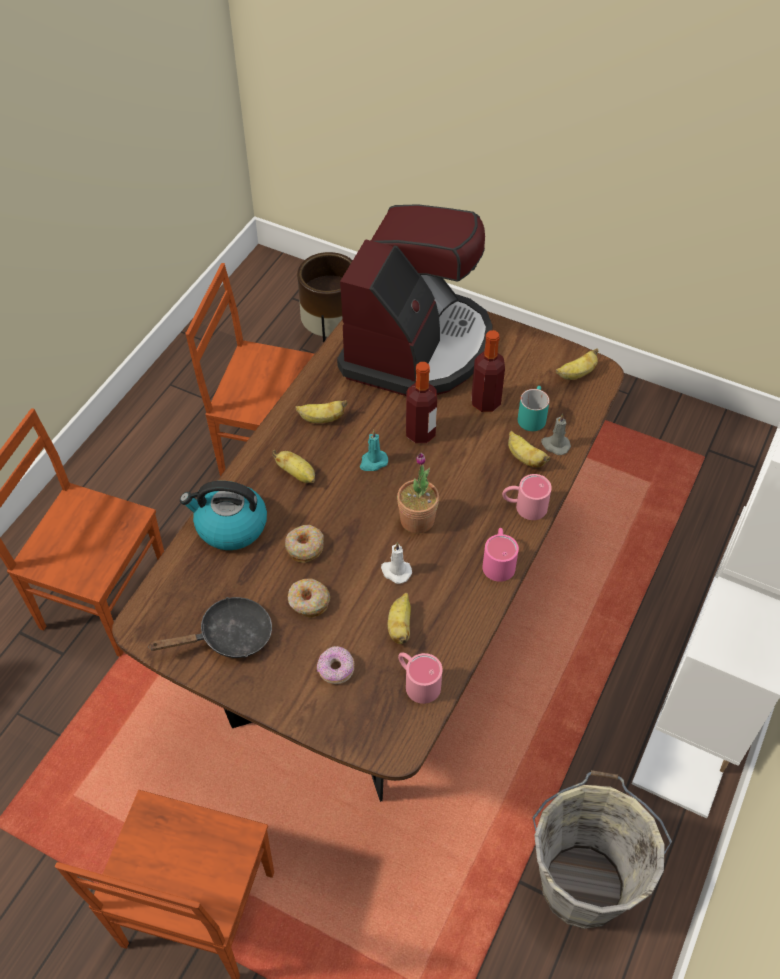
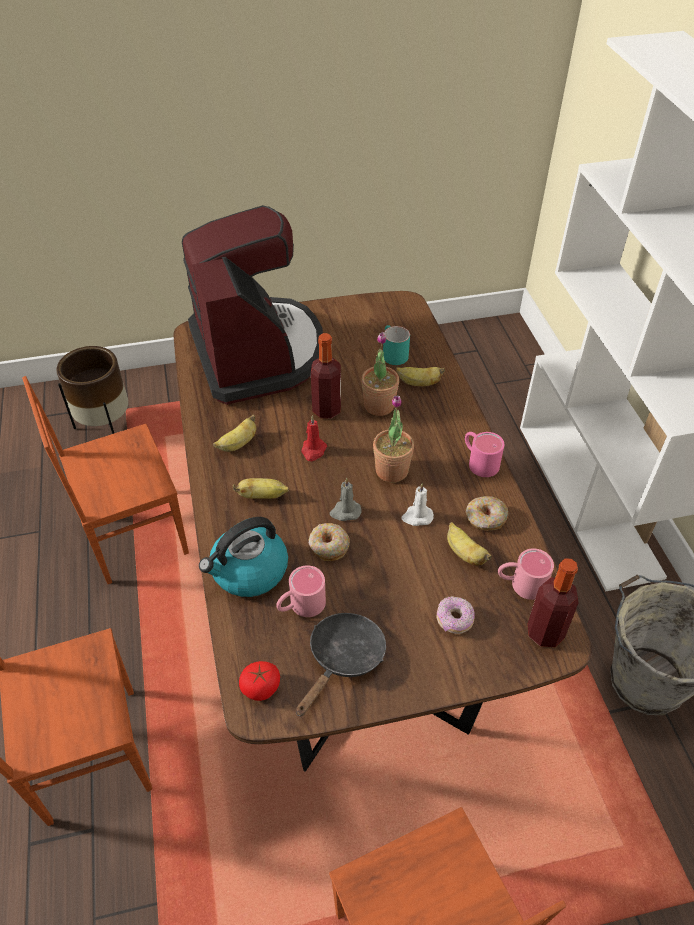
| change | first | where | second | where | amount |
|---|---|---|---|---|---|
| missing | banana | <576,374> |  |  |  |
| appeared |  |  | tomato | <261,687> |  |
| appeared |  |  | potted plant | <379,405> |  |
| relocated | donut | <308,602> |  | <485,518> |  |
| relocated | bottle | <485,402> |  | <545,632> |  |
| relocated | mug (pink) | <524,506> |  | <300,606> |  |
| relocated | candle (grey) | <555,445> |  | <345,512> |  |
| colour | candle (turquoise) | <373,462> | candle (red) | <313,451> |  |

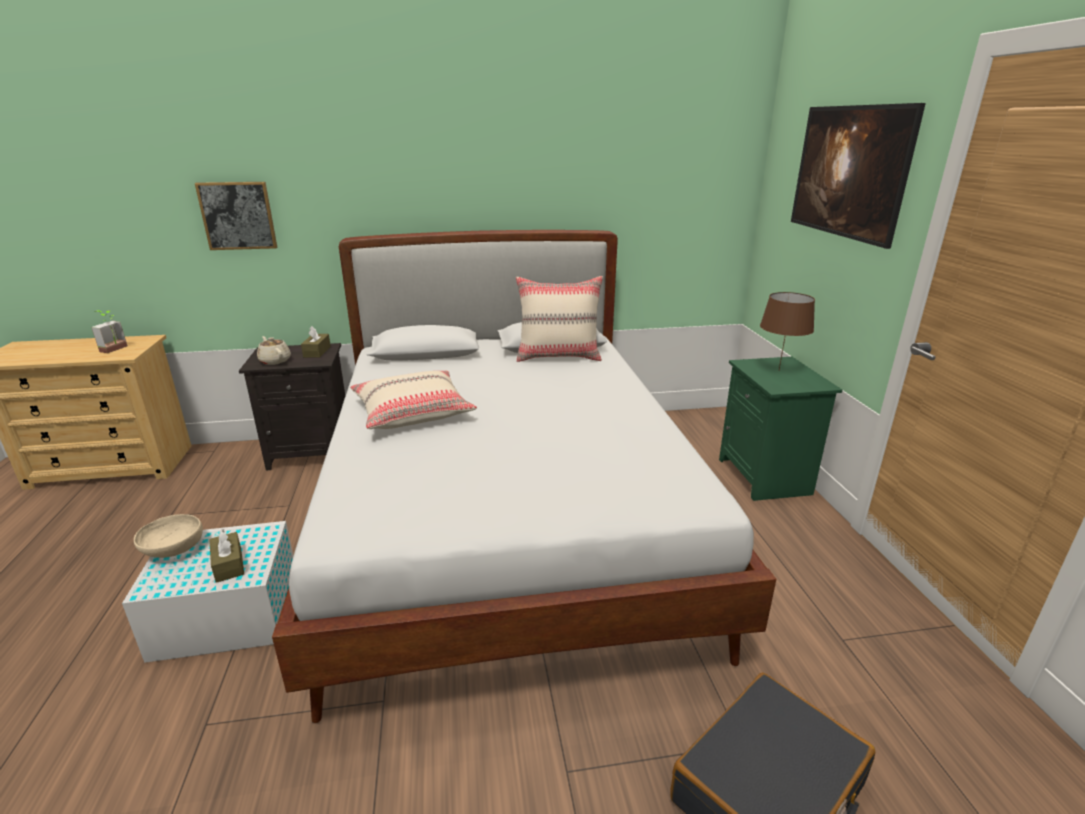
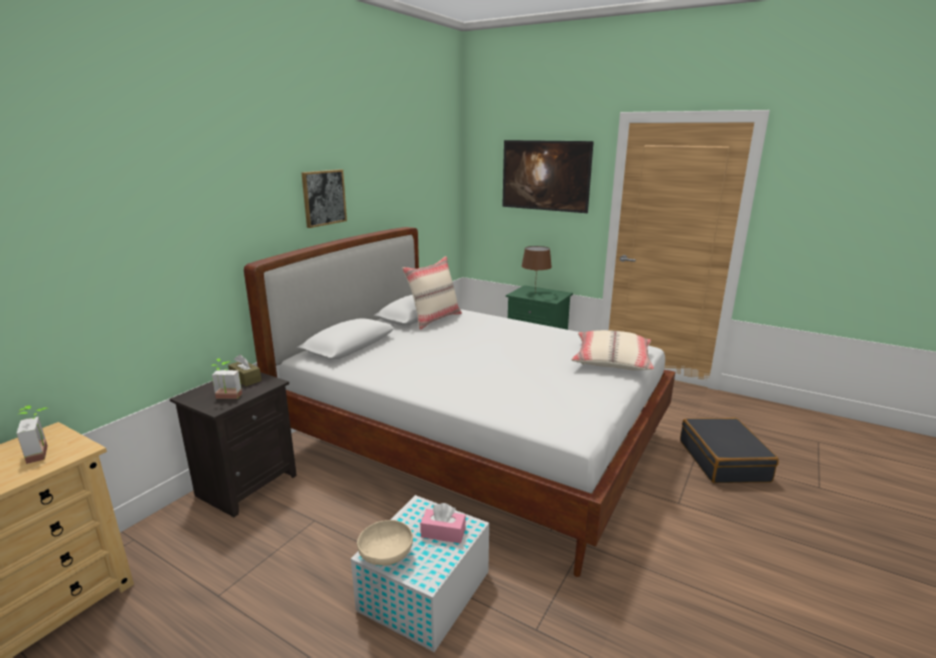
| change | first | where | second | where | amount |
|---|---|---|---|---|---|
| relocated | picture | <238,216> |  | <324,197> |  |
| relocated | pillow (beige) | <413,412> |  | <611,360> |  |
| exchanged | teapot (beige) | <275,361> | potted plant | <227,398> |  |
| colour | tissue box (brown) | <229,564> | tissue box (pink) | <443,533> |  |

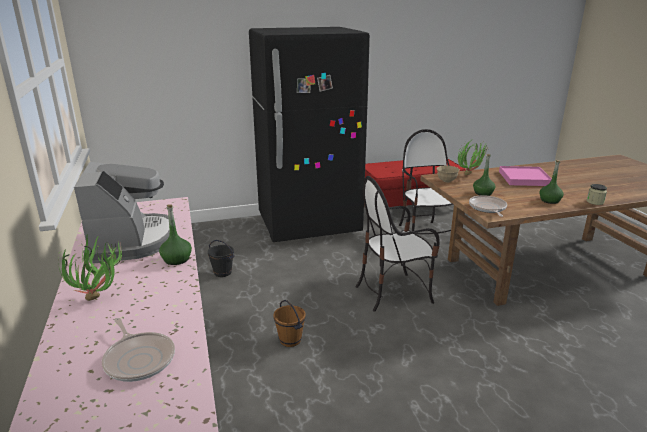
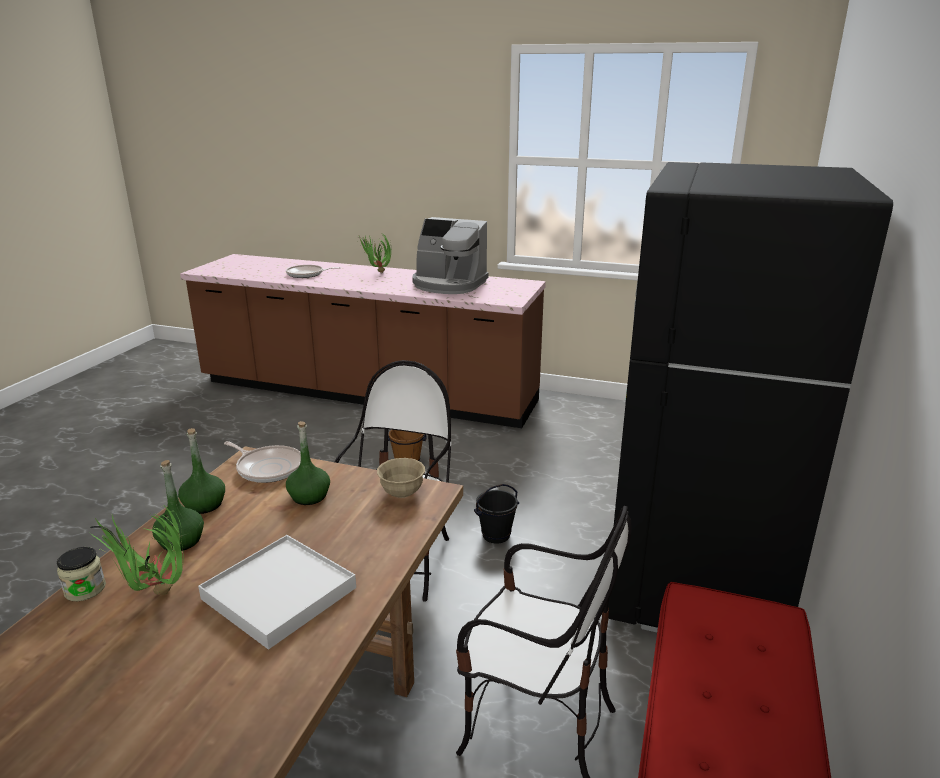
| change | first | where | second | where | amount |
|---|---|---|---|---|---|
| relocated | bottle (green) | <176,259> |  | <204,505> |  |
| relocated | bucket (black) | <223,272> |  | <496,535> |  |
| relocated | potted plant | <471,175> |  | <155,599> |  |
| colour | tray (pink) | <524,178> | tray (white) | <278,593> |  |

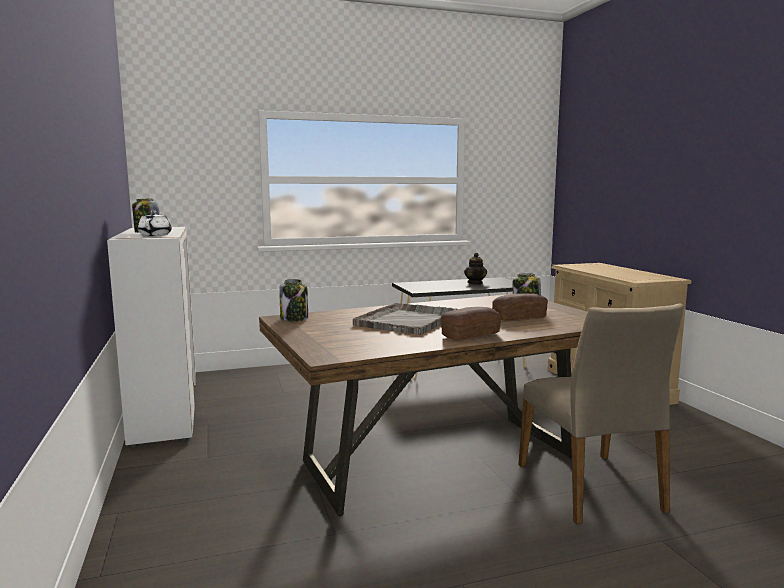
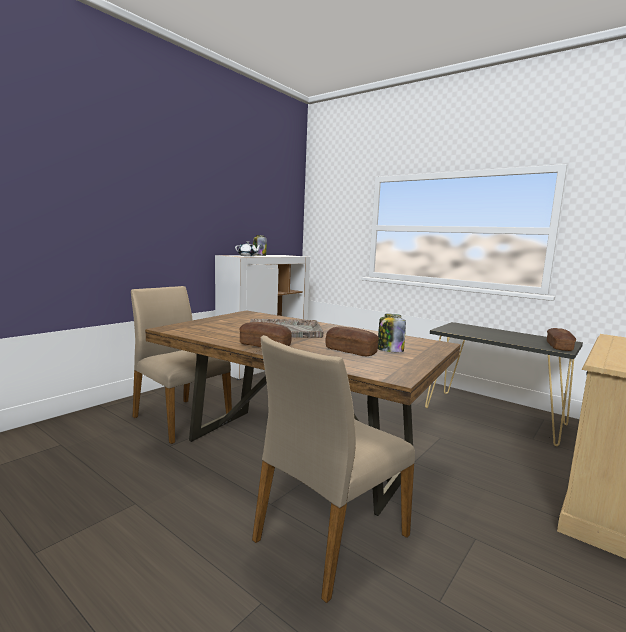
| change | first | where | second | where | amount |
|---|---|---|---|---|---|
| missing | jar | <294,318> |  |  |  |
| missing | teapot | <475,283> |  |  |  |
| appeared |  |  | chair (beige) | <180,418> |  |
| appeared |  |  | bread | <559,346> |  |

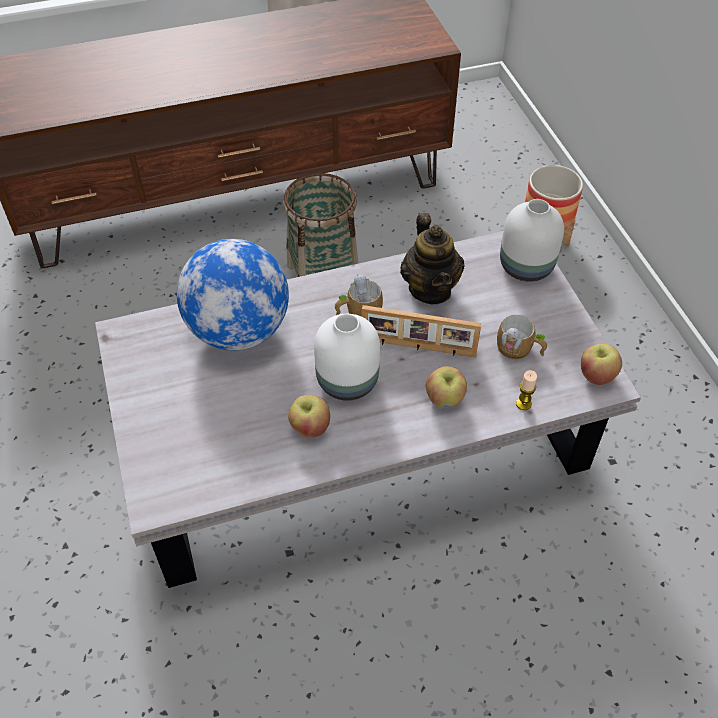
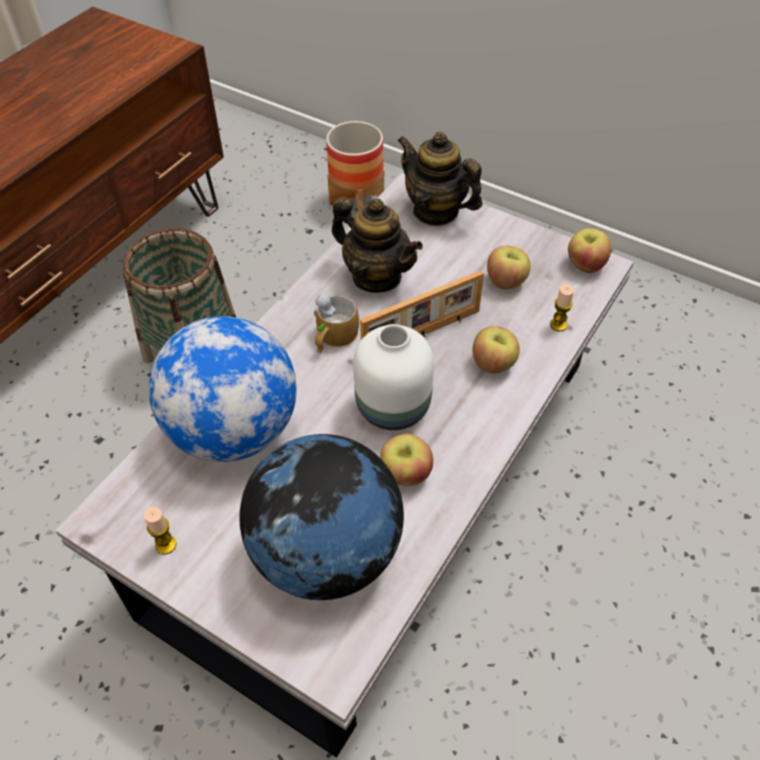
| change | first | where | second | where | amount |
|---|---|---|---|---|---|
| appeared |  |  | candle | <166,545> |  |
| appeared |  |  | globe | <326,554> |  |
| exchanged | mug | <519,349> | apple | <506,282> |  |
| exchanged | vase (white) | <525,268> | teapot | <436,211> |  |

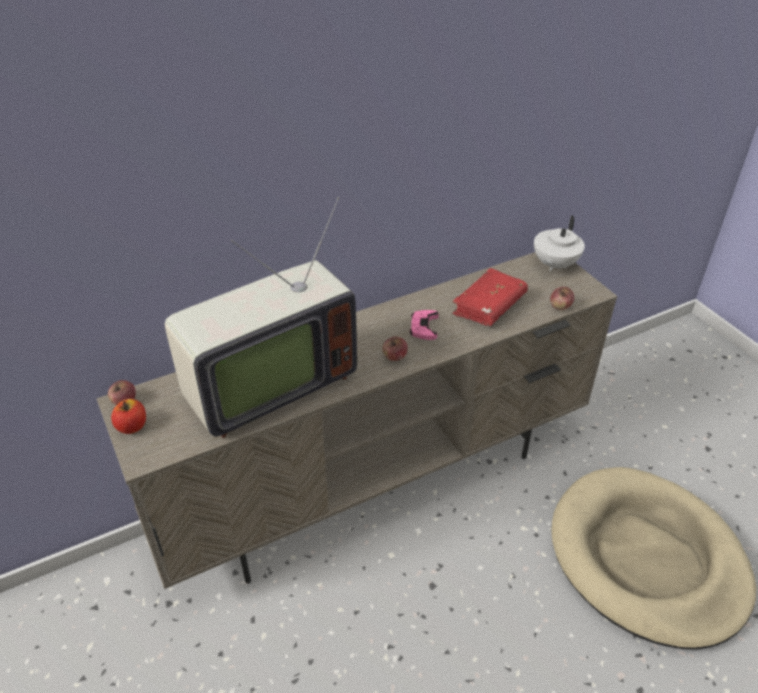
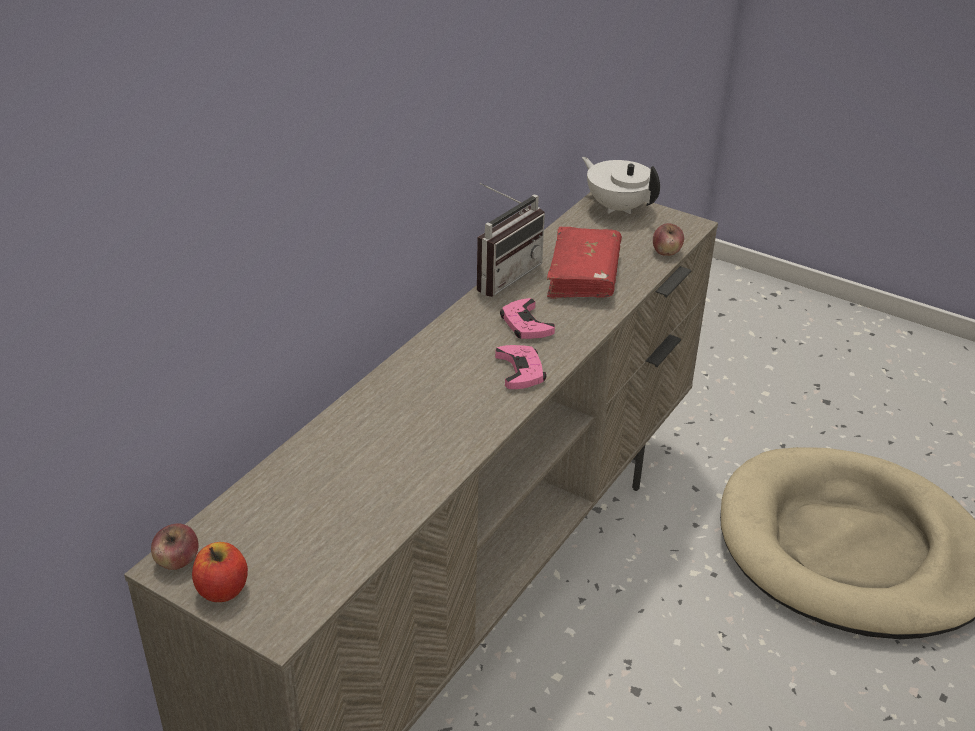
| change | first | where | second | where | amount |
|---|---|---|---|---|---|
| missing | television | <265,385> |  |  |  |
| appeared |  |  | radio | <502,274> |  |
| exchanged | apple | <394,357> | game controller (pink) | <520,371> |  |
| spun | teapot (white) | <554,264> |  | <618,207> | 135 degrees clockwise |

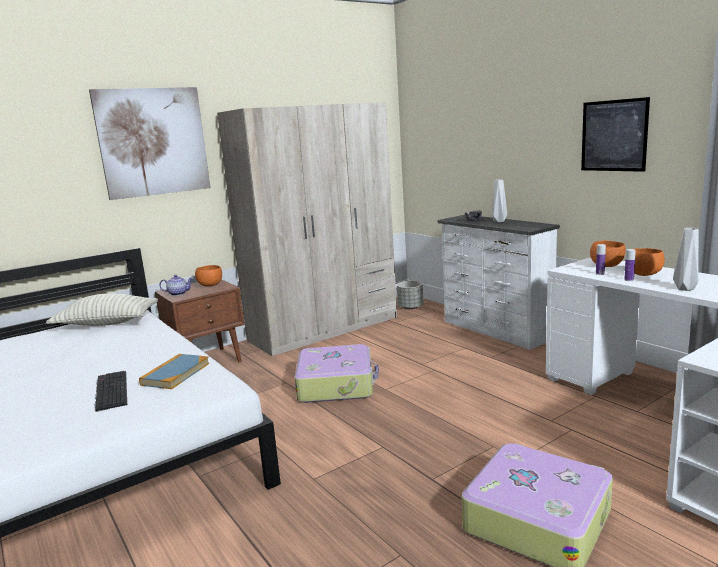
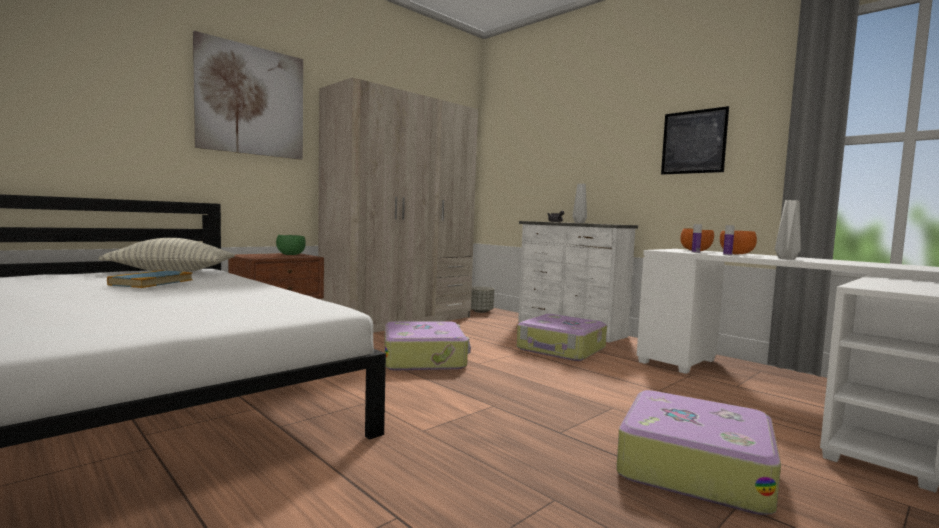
| change | first | where | second | where | amount |
|---|---|---|---|---|---|
| missing | keyboard | <110,390> |  |  |  |
| missing | teapot | <178,293> |  |  |  |
| appeared |  |  | suitcase | <561,349> |  |
| relocated | book | <175,374> |  | <151,282> |  |
| colour | bowl (orange) | <210,285> | bowl (green) | <290,255> |  |

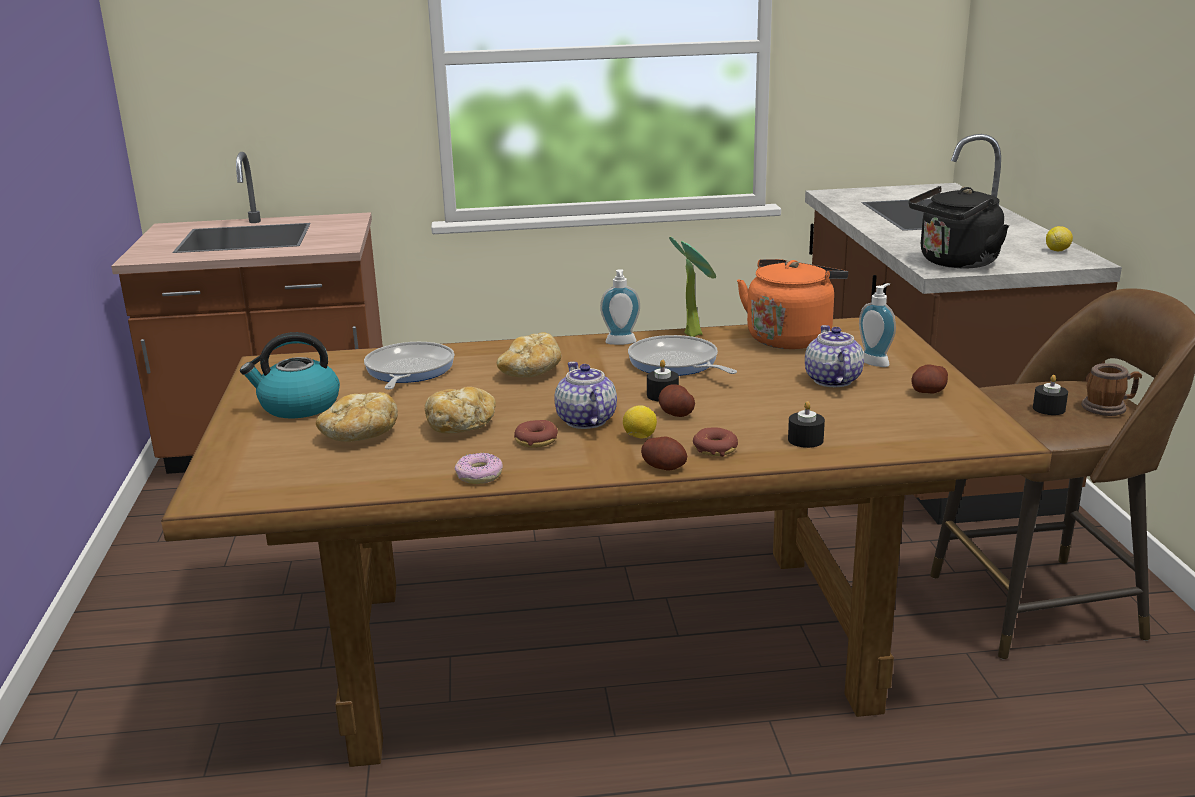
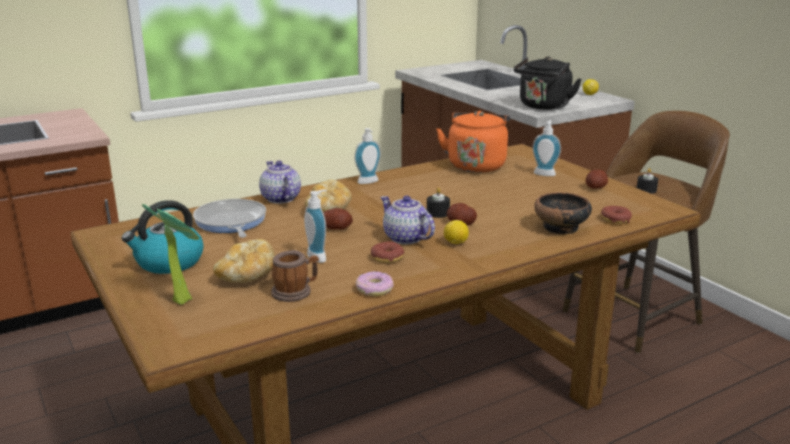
| change | first | where | second | where | amount |
|---|---|---|---|---|---|
| missing | frying pan | <676,364> |  |  |  |
| relocated | potato | <664,467> |  | <337,228> |  |
| relocated | potted plant | <694,333> |  | <182,299> |  |
| relocated | donut | <715,449> |  | <615,219> |  |
| relocated | teapot | <832,380> |  | <280,199> |  |
| relocated | mug | <1108,408> |  | <295,292> |  |
| exchanged | bread | <461,426> | soap dispenser | <319,256> |  |
| exchanged | candle (black) | <805,440> | bowl | <561,228> |  |

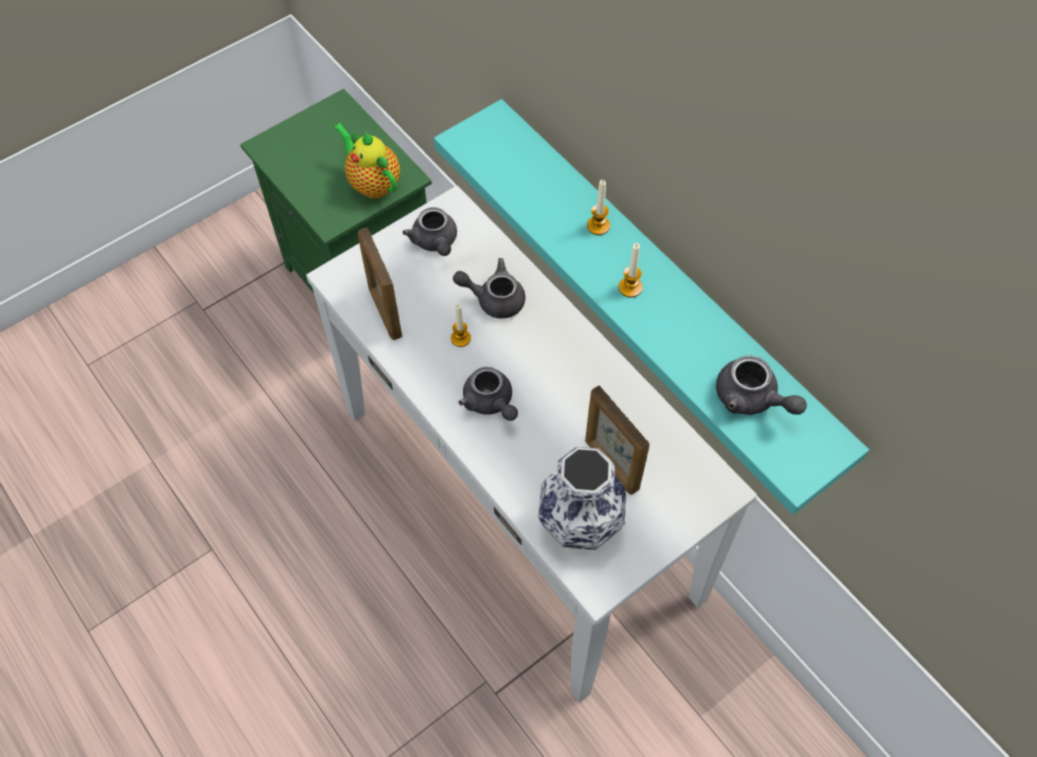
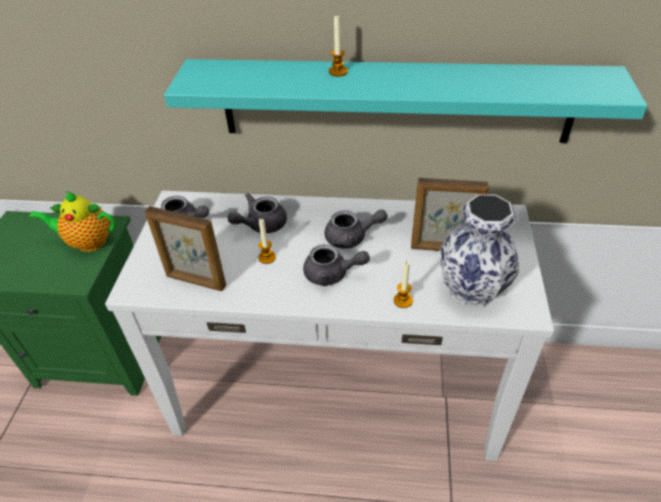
| change | first | where | second | where | amount |
|---|---|---|---|---|---|
| relocated | candle | <630,287> |  | <403,300> |  |
| relocated | teapot (grey) | <752,399> |  | <352,238> |  |

